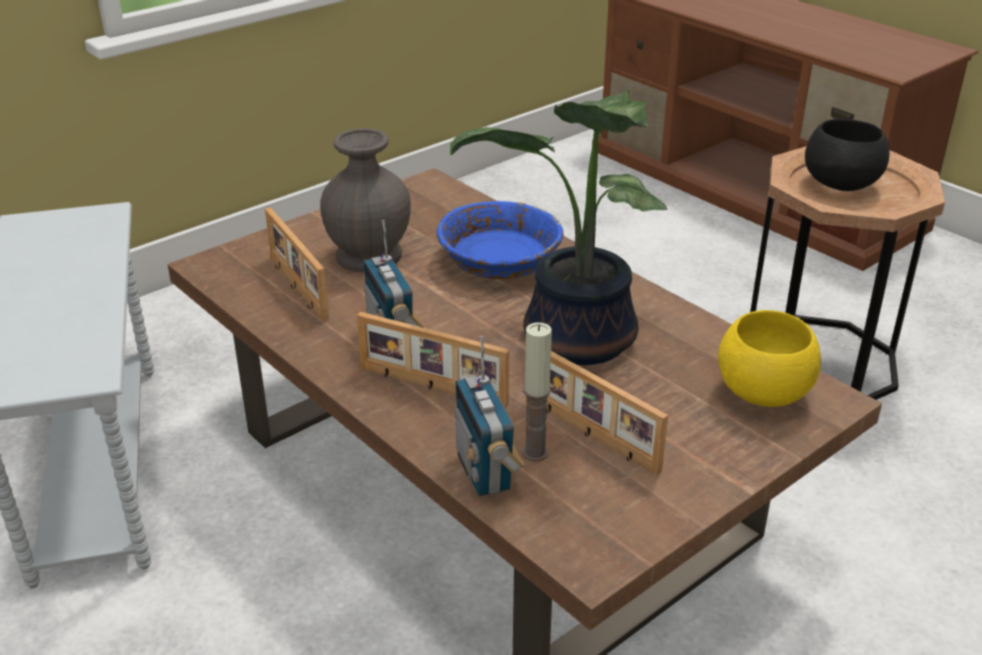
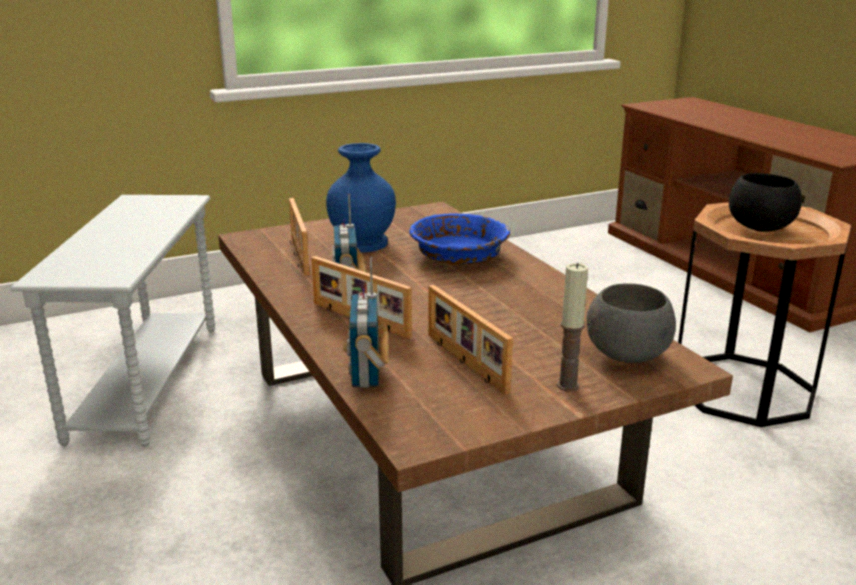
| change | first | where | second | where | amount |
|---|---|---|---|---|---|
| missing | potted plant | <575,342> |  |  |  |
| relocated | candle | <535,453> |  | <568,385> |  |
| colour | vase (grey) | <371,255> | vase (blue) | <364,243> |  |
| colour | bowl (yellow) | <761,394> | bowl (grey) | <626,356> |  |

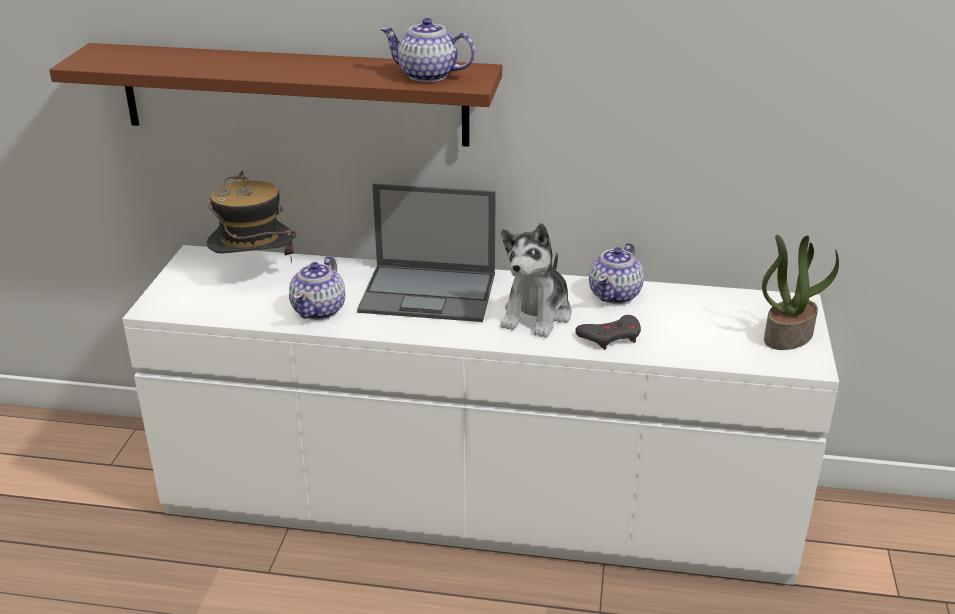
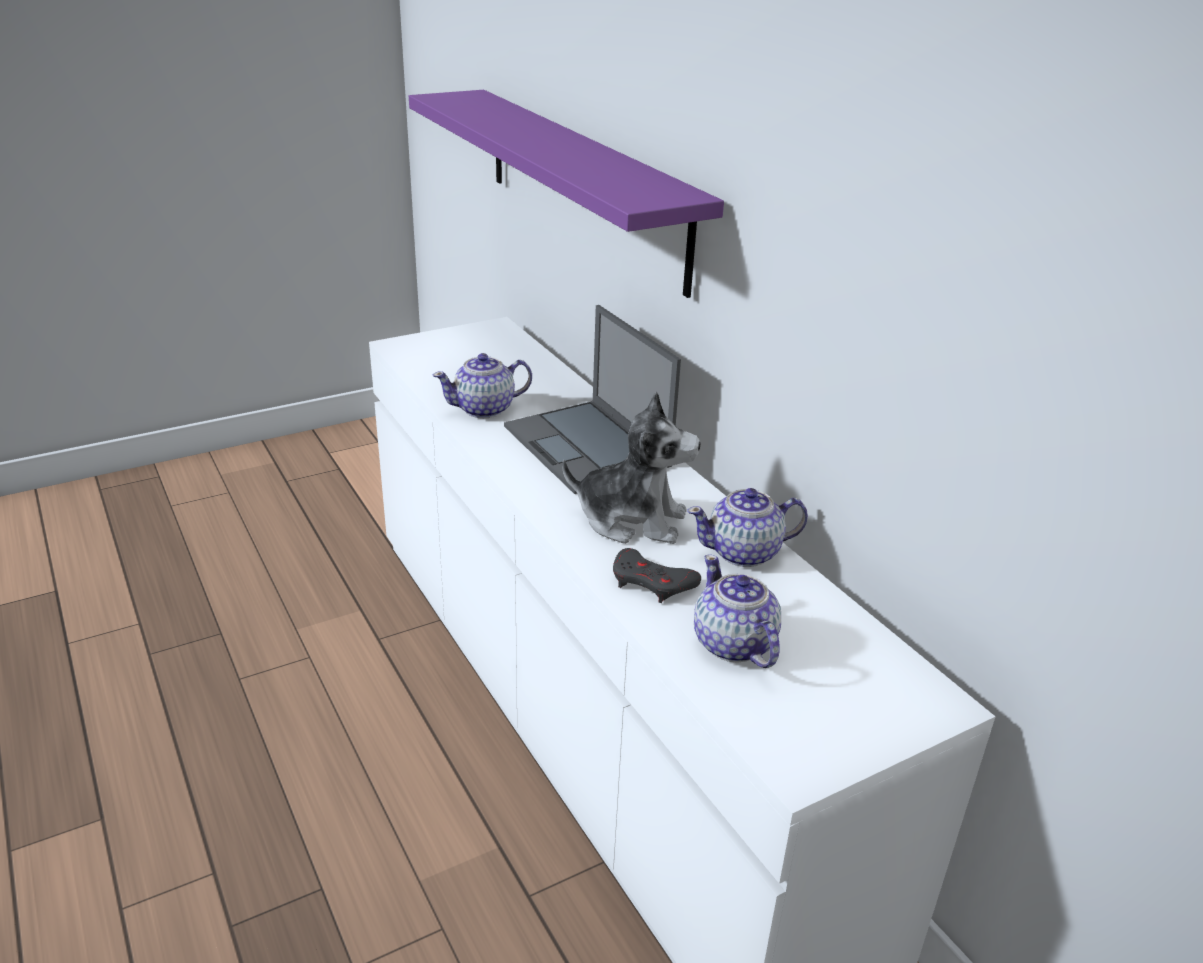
| change | first | where | second | where | amount |
|---|---|---|---|---|---|
| missing | hat | <255,275> |  |  |  |
| missing | potted plant | <788,336> |  |  |  |
| relocated | teapot | <428,76> |  | <733,644> |  |
| colour | shelf (brown) | <293,94> | shelf (purple) | <582,184> |  |
| spun | plush toy | <537,315> |  | <632,519> | 150 degrees counterclockwise |

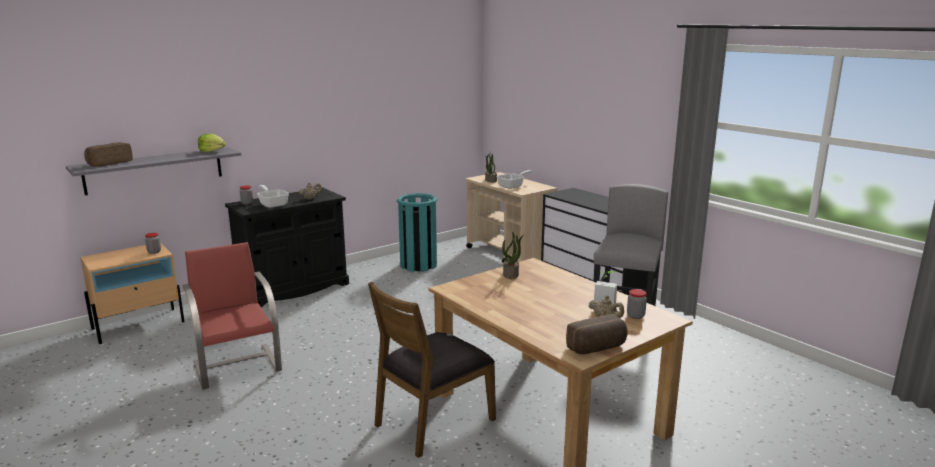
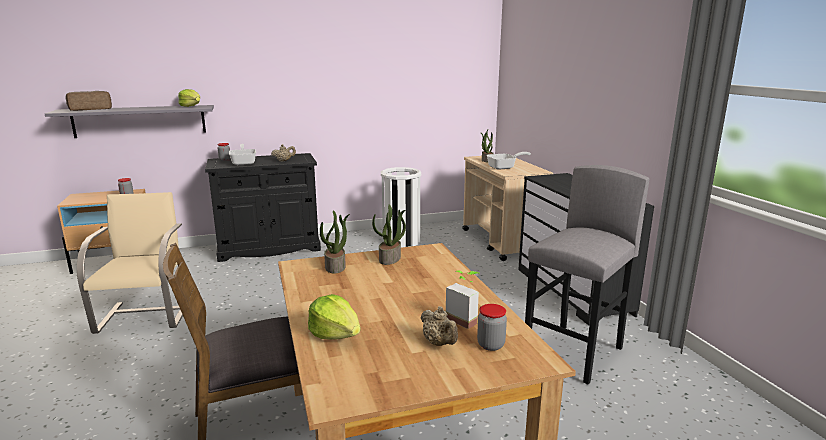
| change | first | where | second | where | amount |
|---|---|---|---|---|---|
| missing | bread | <598,348> |  |  |  |
| appeared |  |  | lettuce | <335,334> |  |
| appeared |  |  | potted plant | <335,267> |  |
| colour | chair (red) | <237,365> | chair (beige) | <146,314> |  |
| colour | trash can (turquoise) | <418,265> | trash can (white) | <401,241> |  |

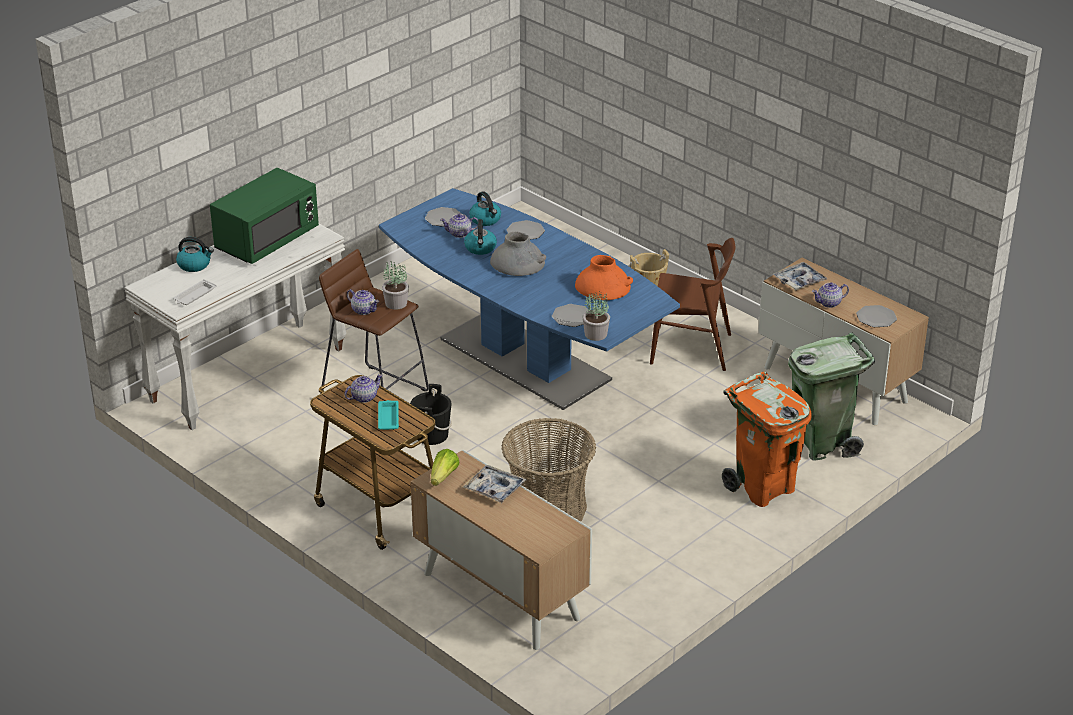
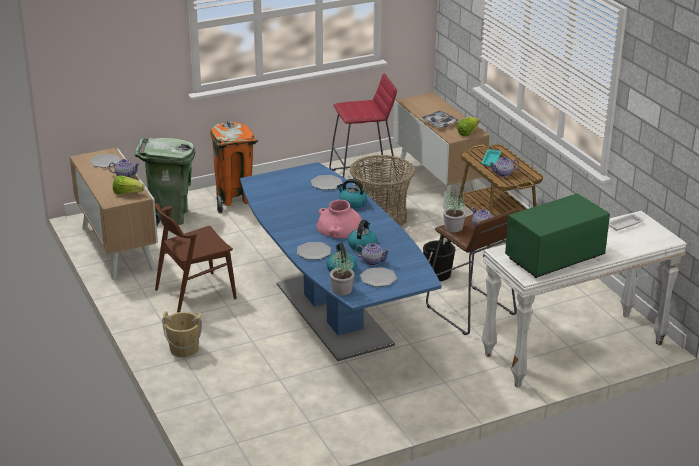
| change | first | where | second | where | amount |
|---|---|---|---|---|---|
| missing | vase (orange) | <602,287> |  |  |  |
| appeared |  |  | stool (red) | <364,178> |  |
| relocated | kettle | <195,265> |  | <352,203> |  |
| relocated | potted plant | <596,334> |  | <341,289> |  |
| exchanged | tray | <799,281> | lettuce | <127,193> |  |
| colour | vase (grey) | <517,263> | vase (pink) | <339,227> |  |
| spun | chair (brown) | <691,349> |  | <195,294> | 60 degrees counterclockwise |

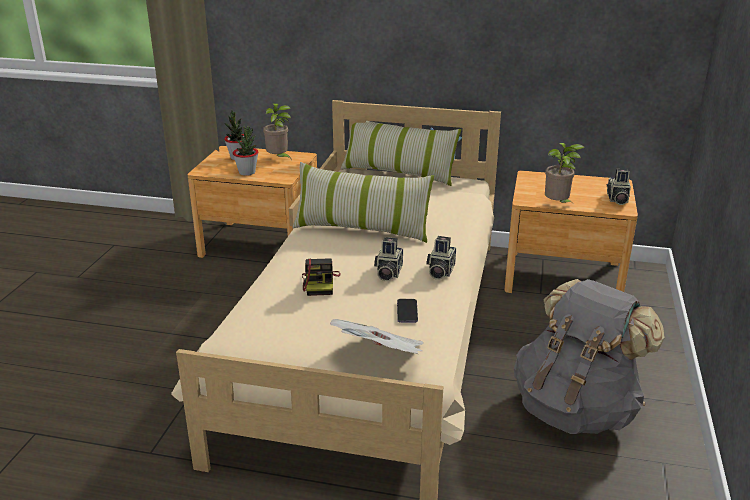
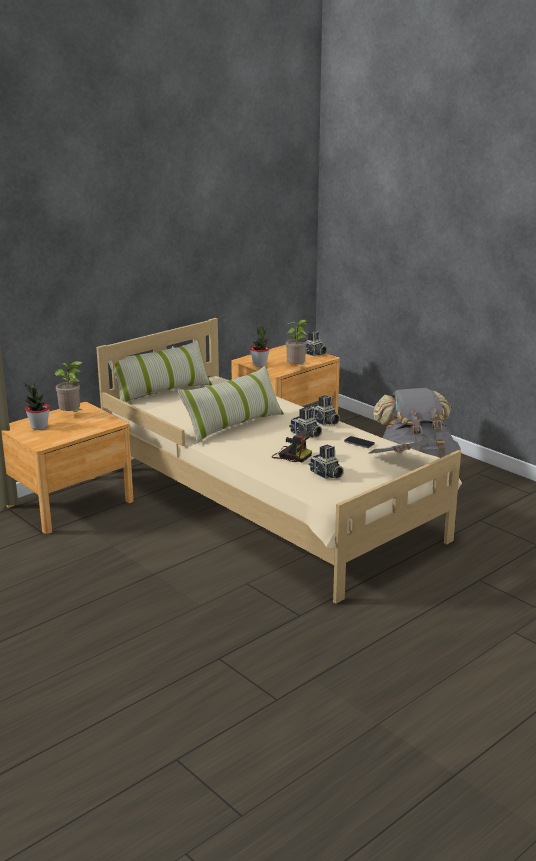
| change | first | where | second | where | amount |
|---|---|---|---|---|---|
| appeared |  |  | photo camera | <326,475> |  |
| relocated | potted plant | <247,172> |  | <259,364> |  |

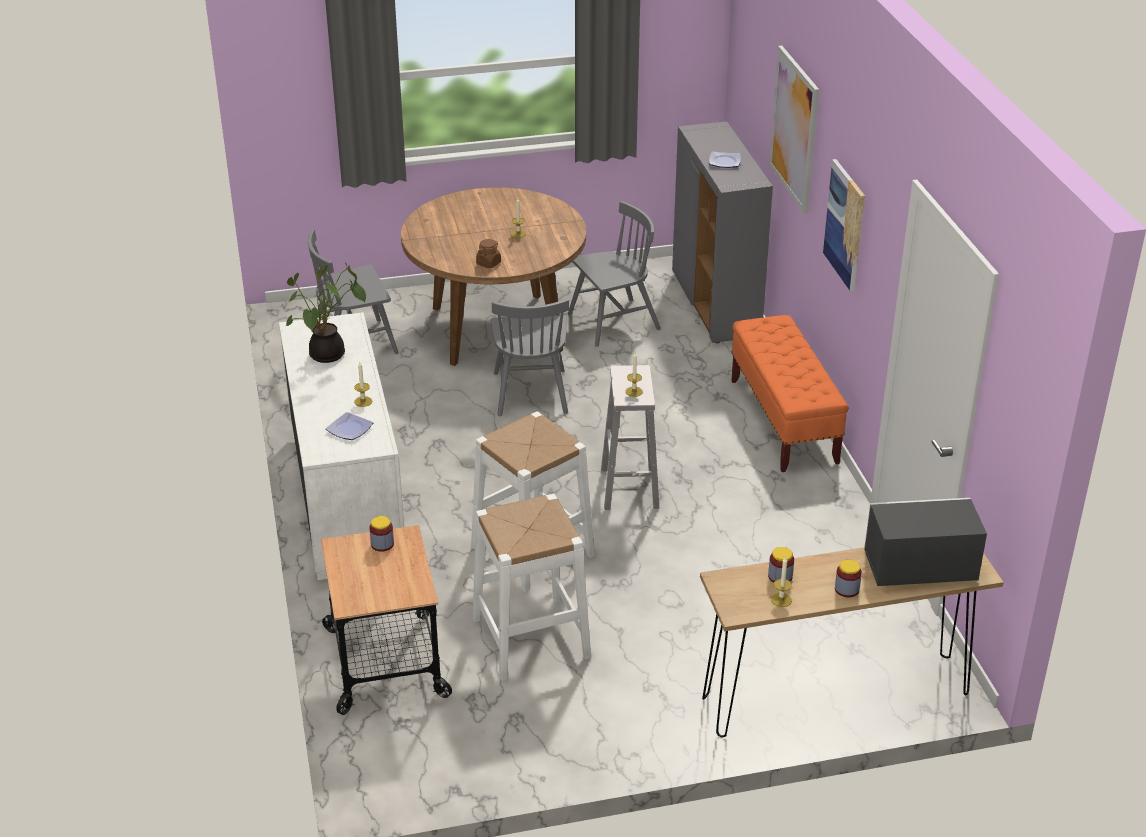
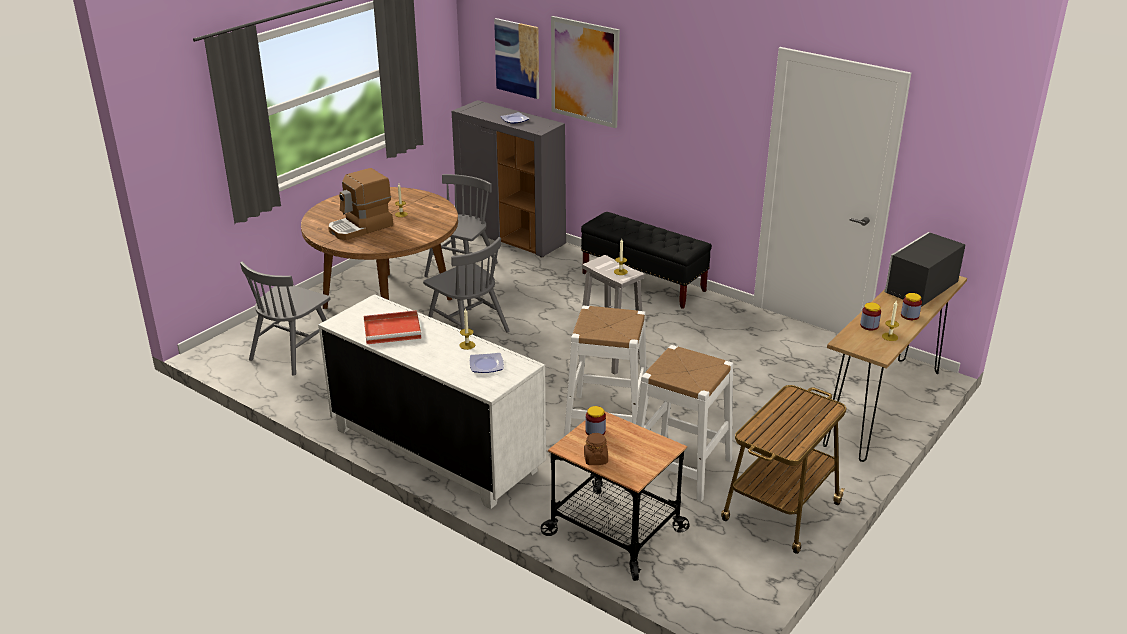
| change | first | where | second | where | amount |
|---|---|---|---|---|---|
| appeared |  |  | coffee machine | <361,227> |  |
| appeared |  |  | cart | <780,513> |  |
| relocated | jar (brown) | <488,263> |  | <595,459> |  |
| relocated | picture | <845,224> |  | <517,58> |  |
| exchanged | potted plant | <327,356> | tray (red) | <393,329> |  |
| colour | bench (orange) | <783,422> | bench (black) | <643,282> |  |

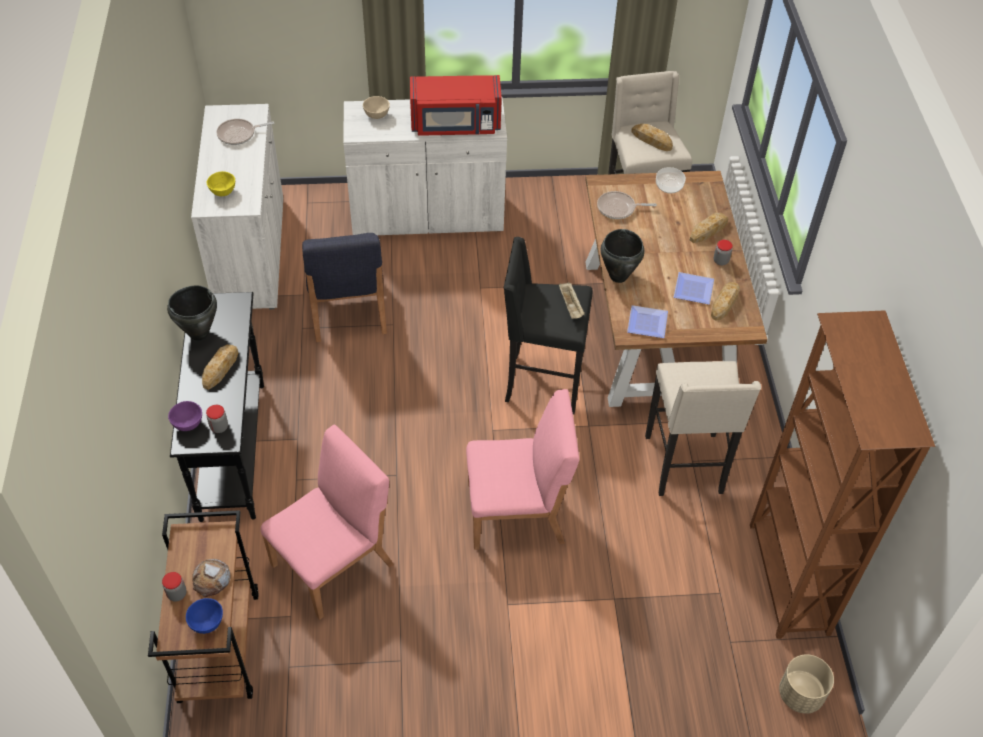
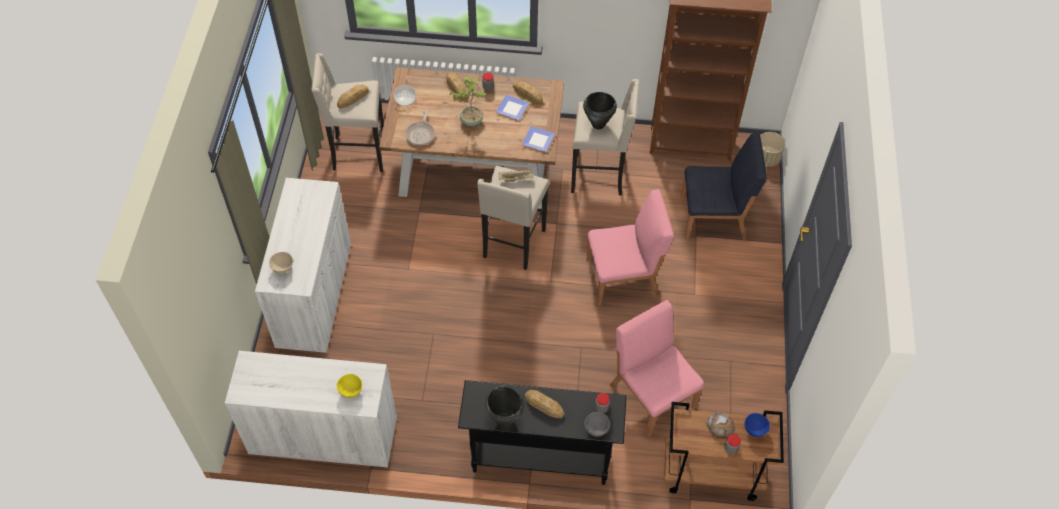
| change | first | where | second | where | amount |
|---|---|---|---|---|---|
| missing | frying pan | <239,134> |  |  |  |
| missing | microwave (red) | <455,124> |  |  |  |
| appeared |  |  | potted plant | <471,120> |  |
| relocated | chair (blue) | <347,310> |  | <714,218> |  |
| relocated | cooking pot (black) | <618,276> |  | <598,124> |  |
| colour | bowl (purple) | <188,424> | bowl (grey) | <596,429> |  |
| colour | stool (black) | <541,383> | stool (beige) | <512,245> |  |
| spun | chair (pink) | <517,513> |  | <624,278> | 75 degrees clockwise |

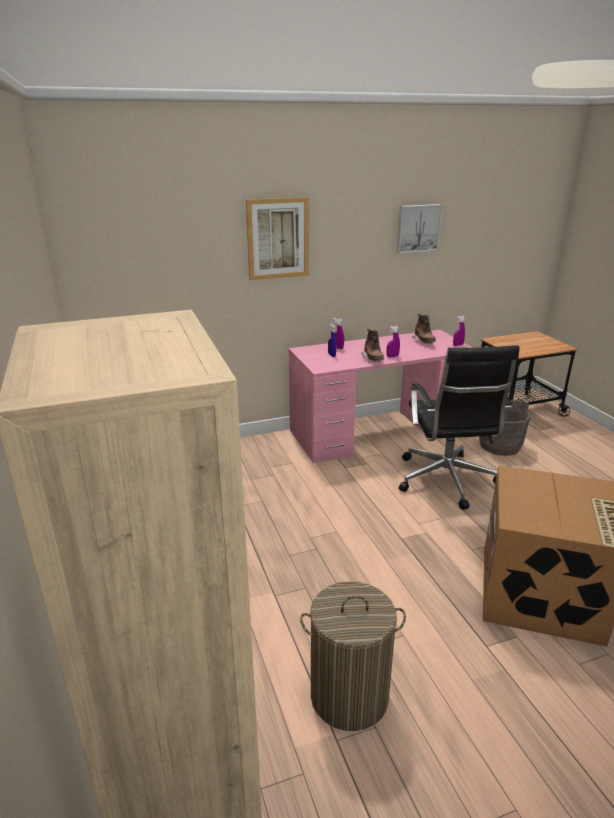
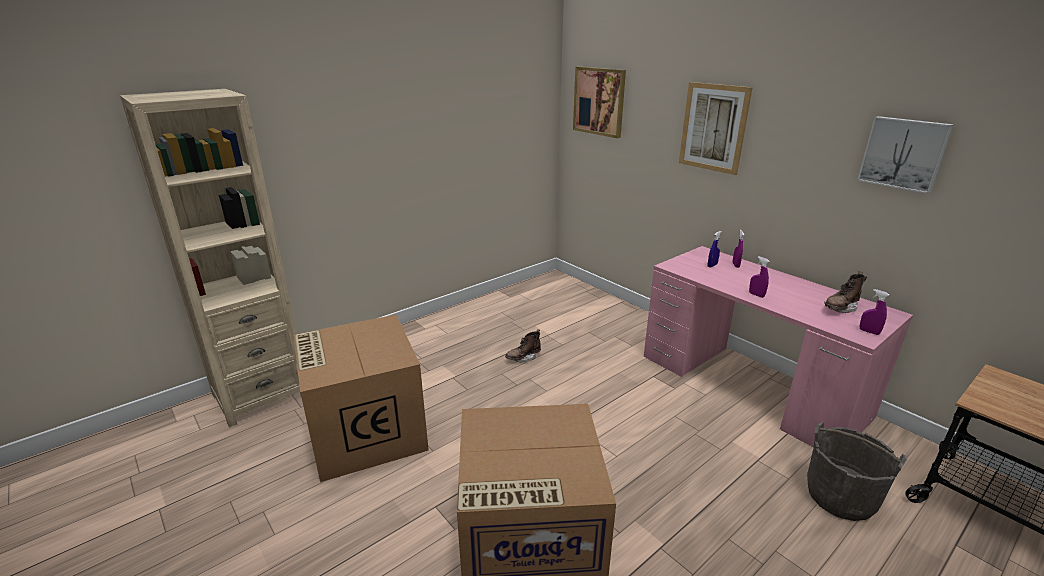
| change | first | where | second | where | amount |
|---|---|---|---|---|---|
| missing | office chair (black) | <446,481> |  |  |  |
| appeared |  |  | picture | <599,101> |  |
| relocated | boot (brown) | <373,359> |  | <523,358> |  |
| exchanged | laundry basket | <349,696> | cardboard box | <365,432> |  |

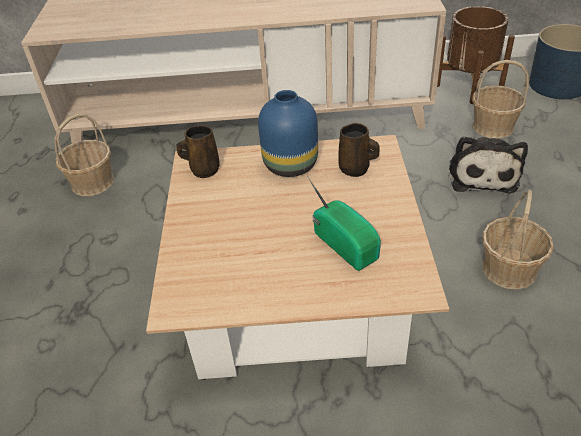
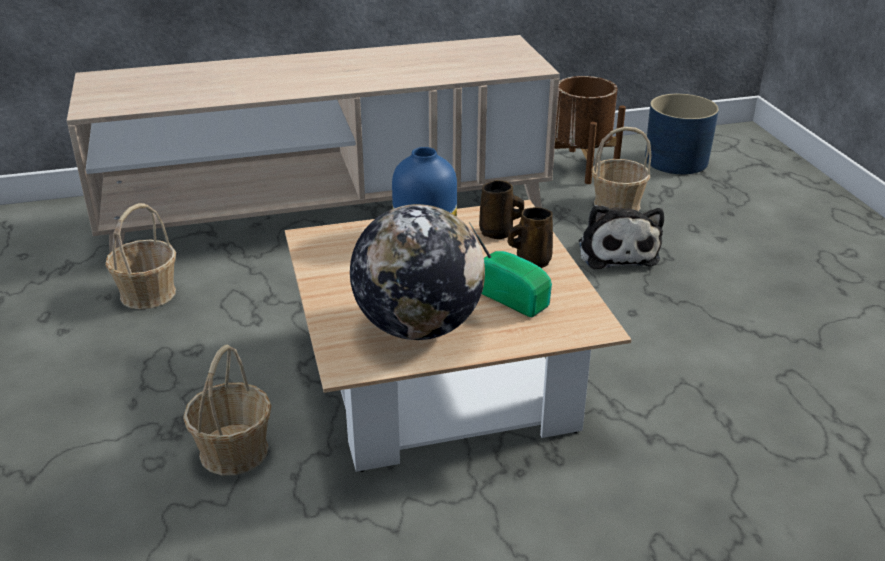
| change | first | where | second | where | amount |
|---|---|---|---|---|---|
| appeared |  |  | globe | <418,327> |  |
| relocated | mug (brown) | <203,170> |  | <531,261> |  |
| relocated | basket | <509,269> |  | <234,451> |  |

